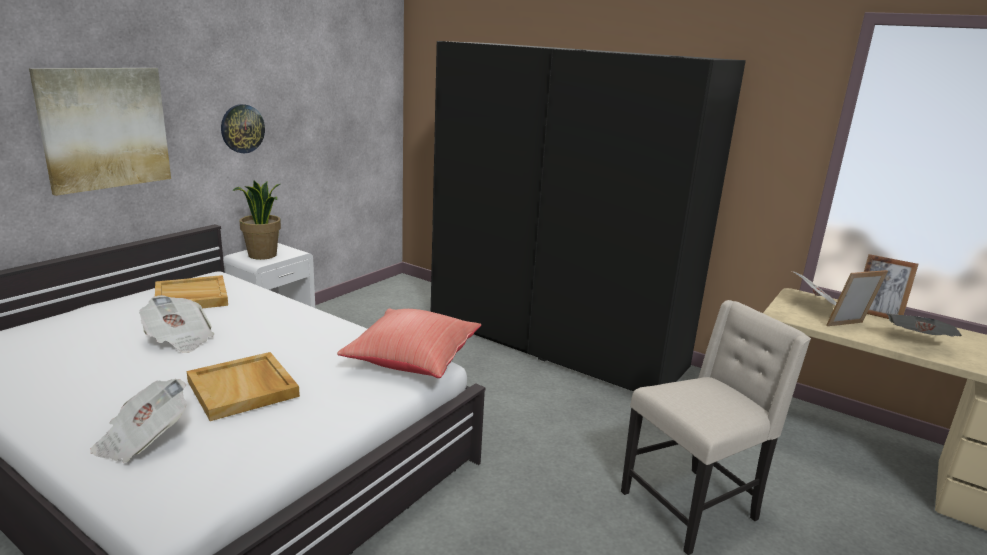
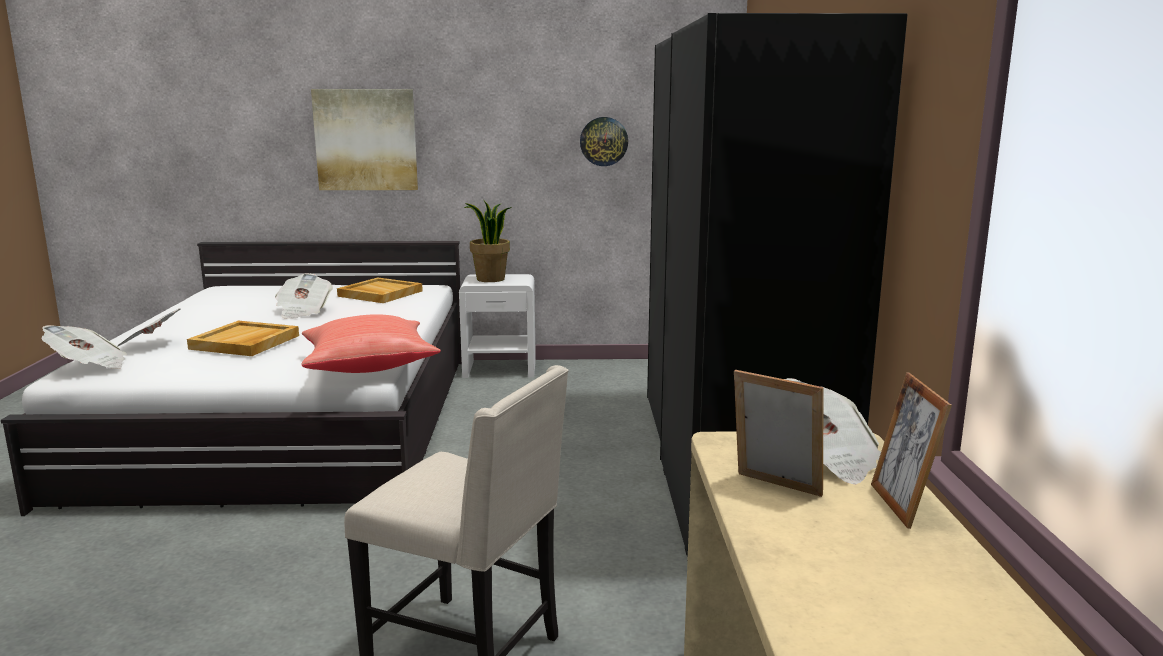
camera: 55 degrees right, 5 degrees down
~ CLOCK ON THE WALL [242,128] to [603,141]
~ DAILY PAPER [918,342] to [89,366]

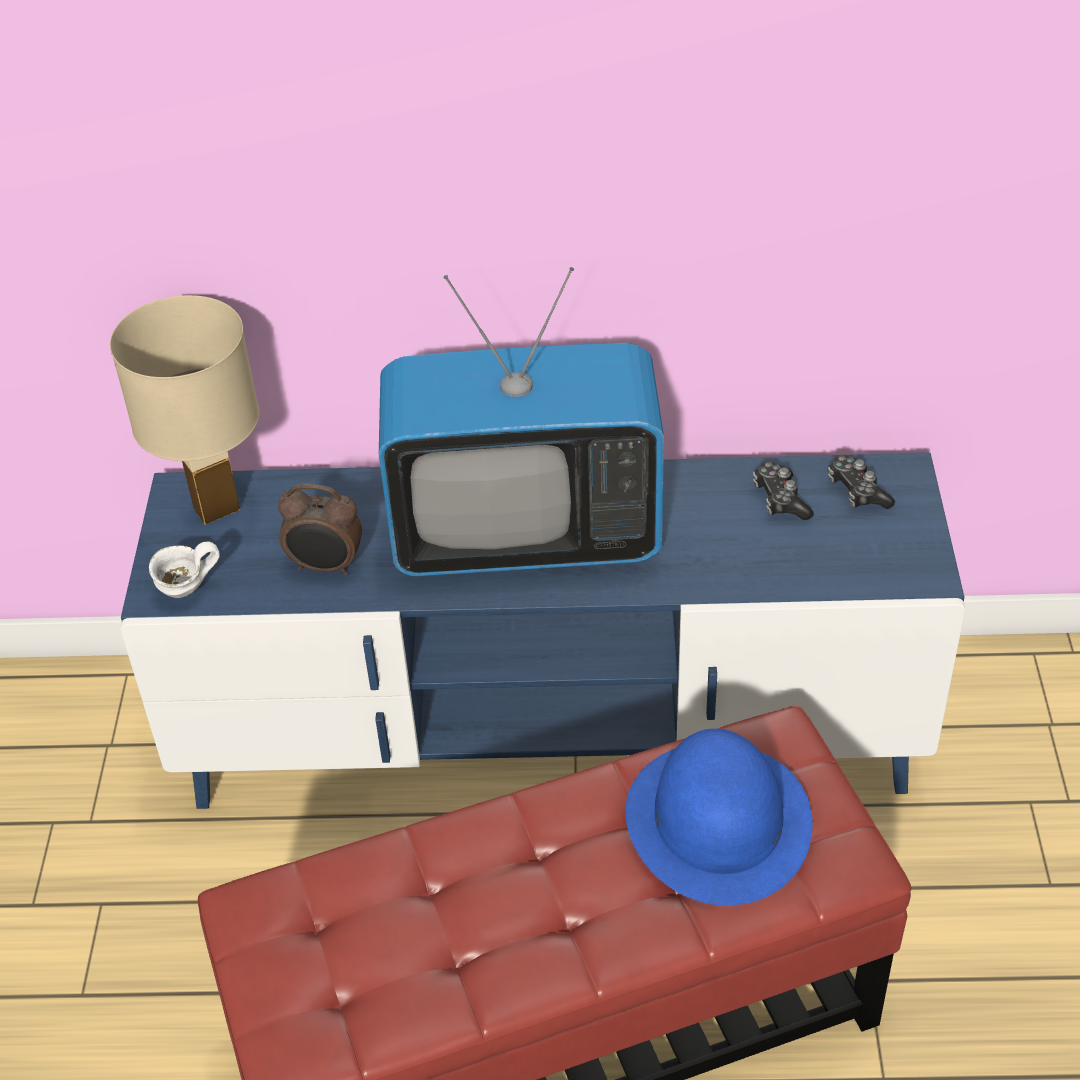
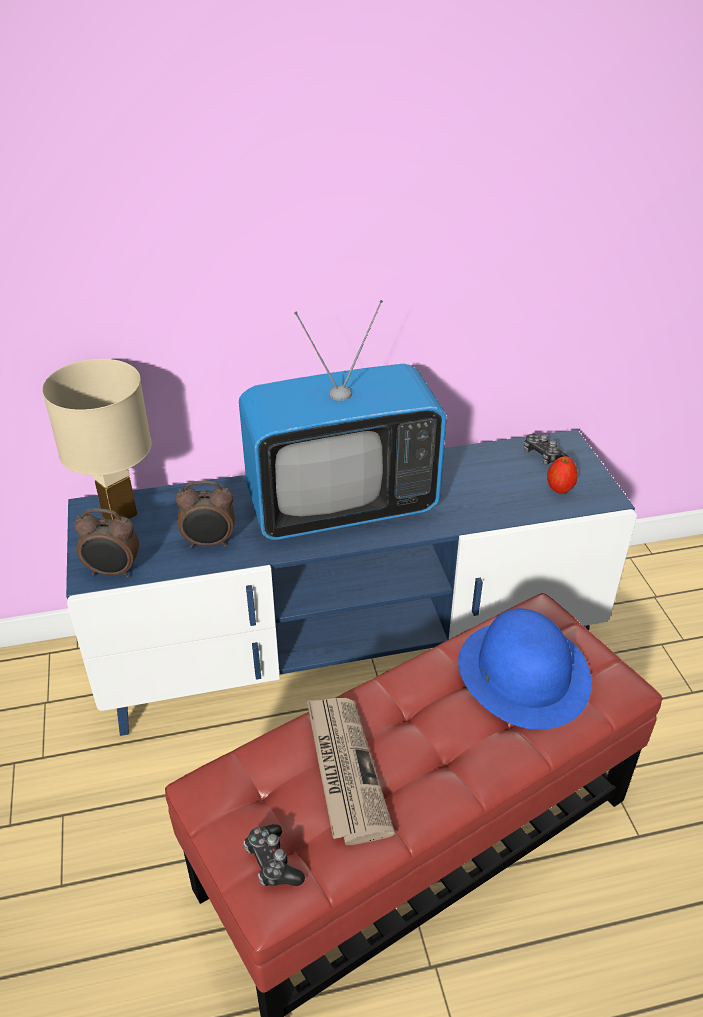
camera: 15 degrees left, 5 degrees down
+ DAILY PAPER [344,769]
+ APPLE FRUIT [560,488]
~ GAMEPAD [780,499] to [272,862]
~ WHITE MUG [188,591] to BEDSIDE CLOCK [113,572]

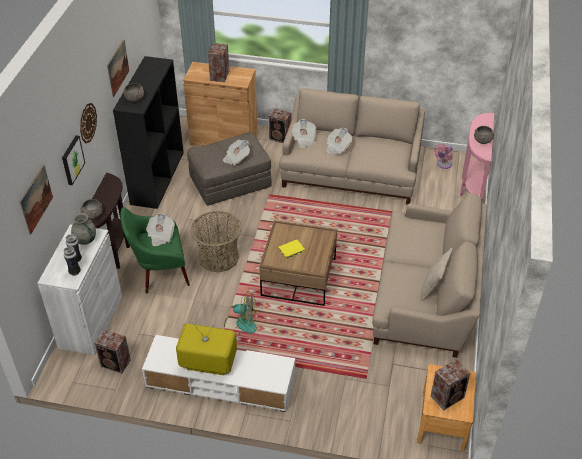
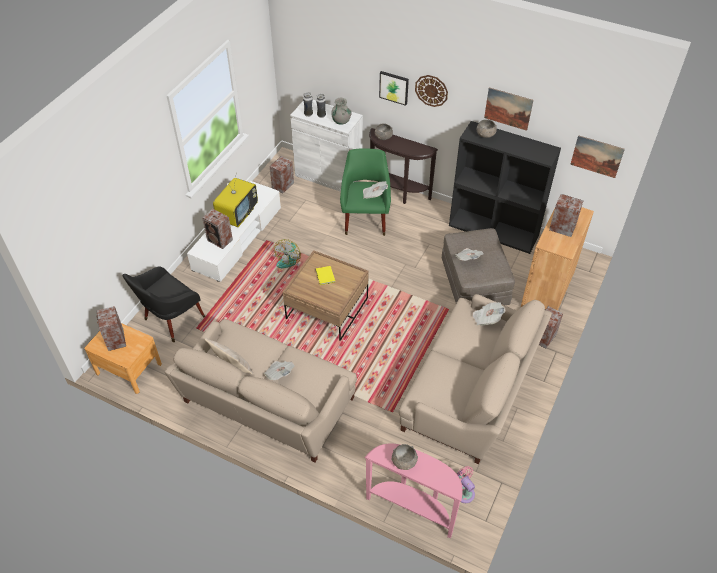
camera: 105 degrees right, 5 degrees up
- STORAGE BASKET [218,257]
+ BLACK-COLOURED ARMCHAIR [171,320]
+ AUDIO SPEAKER [220,240]
~ WALL PICTURE [36,199] to [597,156]
~ DAILY PAPER [337,147] to [279,374]

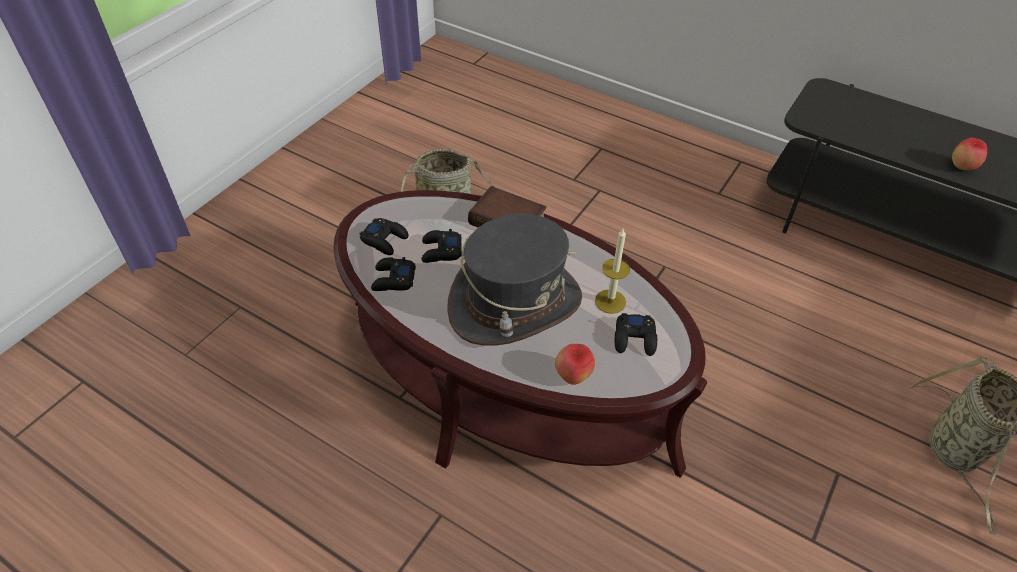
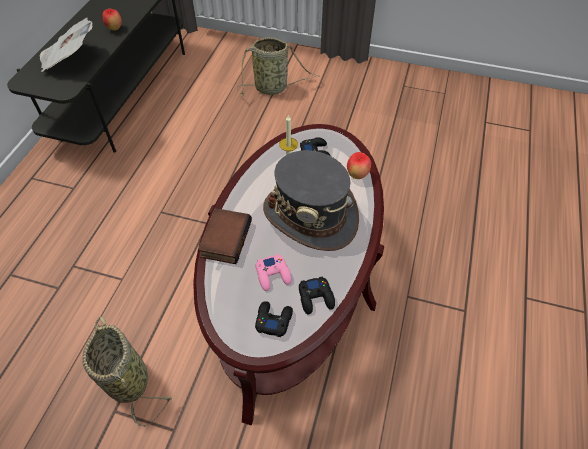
camera: 105 degrees left, 5 degrees up
+ DAILY PAPER [70,60]
~ BLACK-COLOURED GAMEPAD [441,251] to PINK-COLOURED GAMEPAD [273,275]

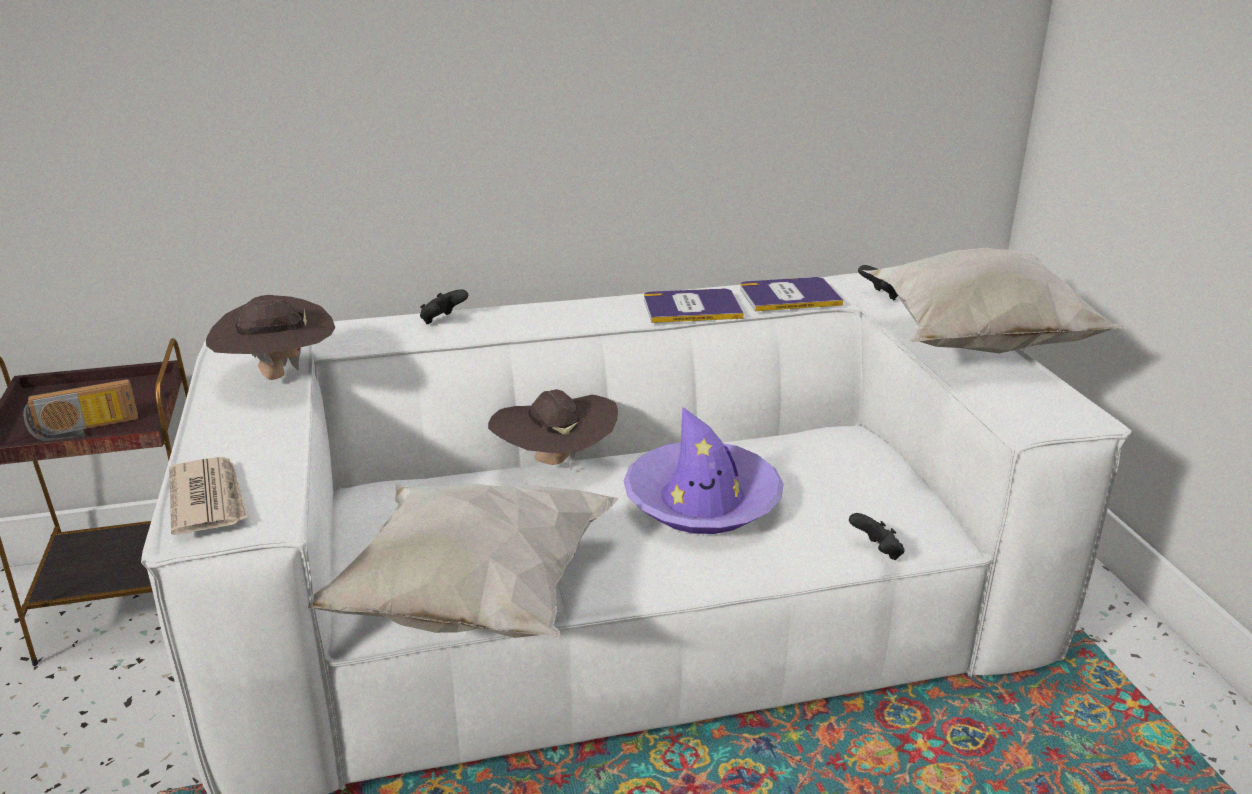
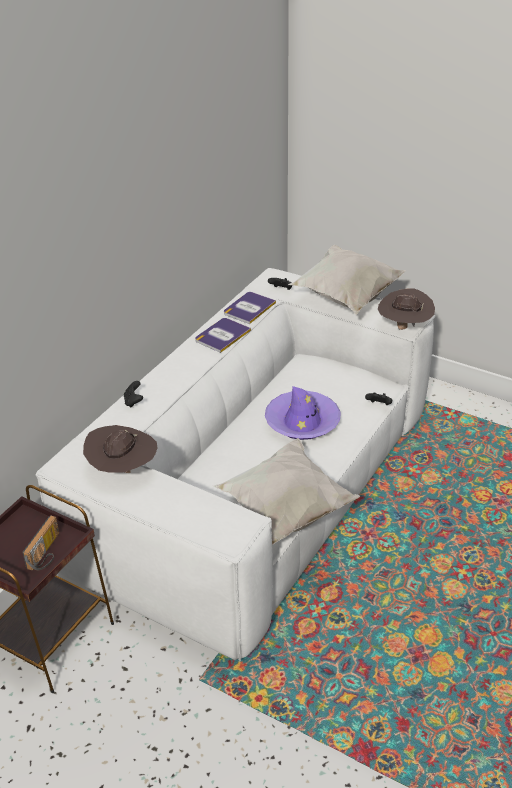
camera: 45 degrees left, 10 degrees up
- DAILY PAPER [208,499]
~ BROWN CLOTHING HAT [555,463] to [404,327]

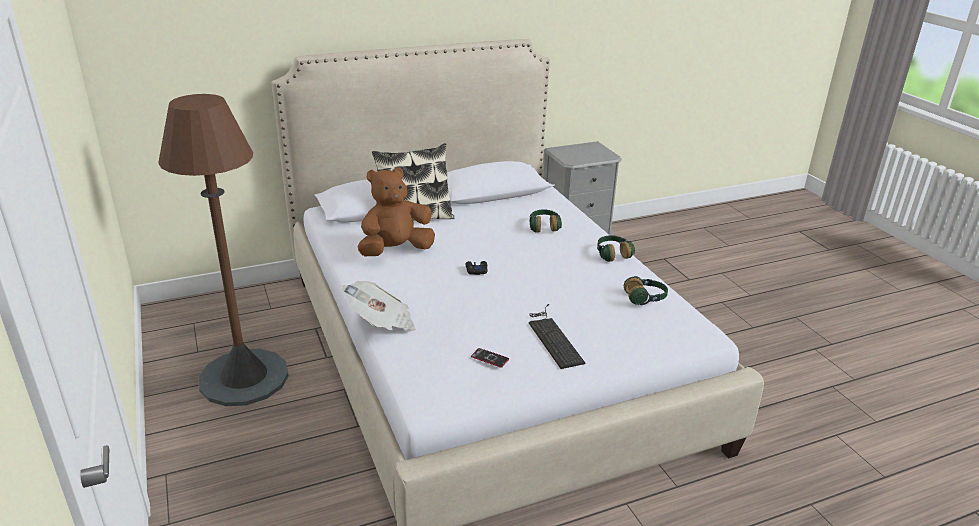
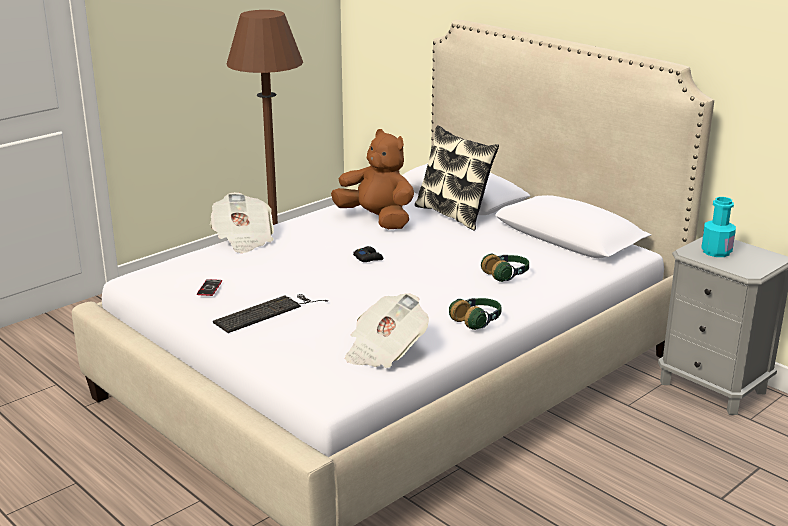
camera: 70 degrees right, 5 degrees down
+ TURQUOISE-COLOURED BEVERAGE BOTTLE [716,252]
~ HEADSET [645,299] to DAILY PAPER [384,351]

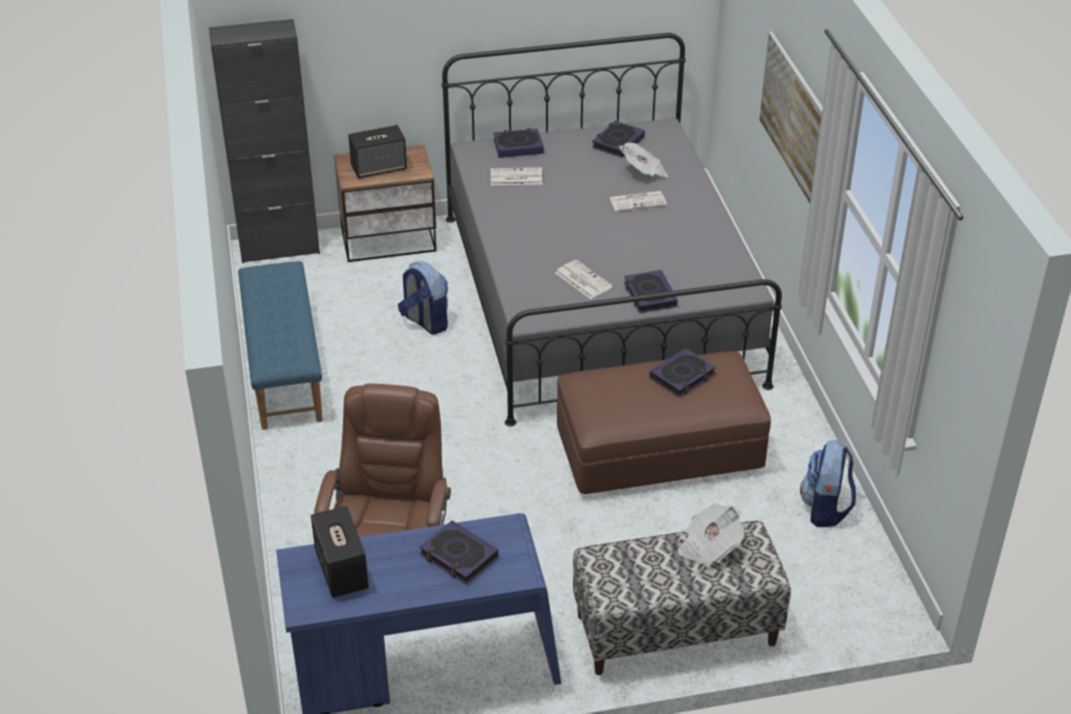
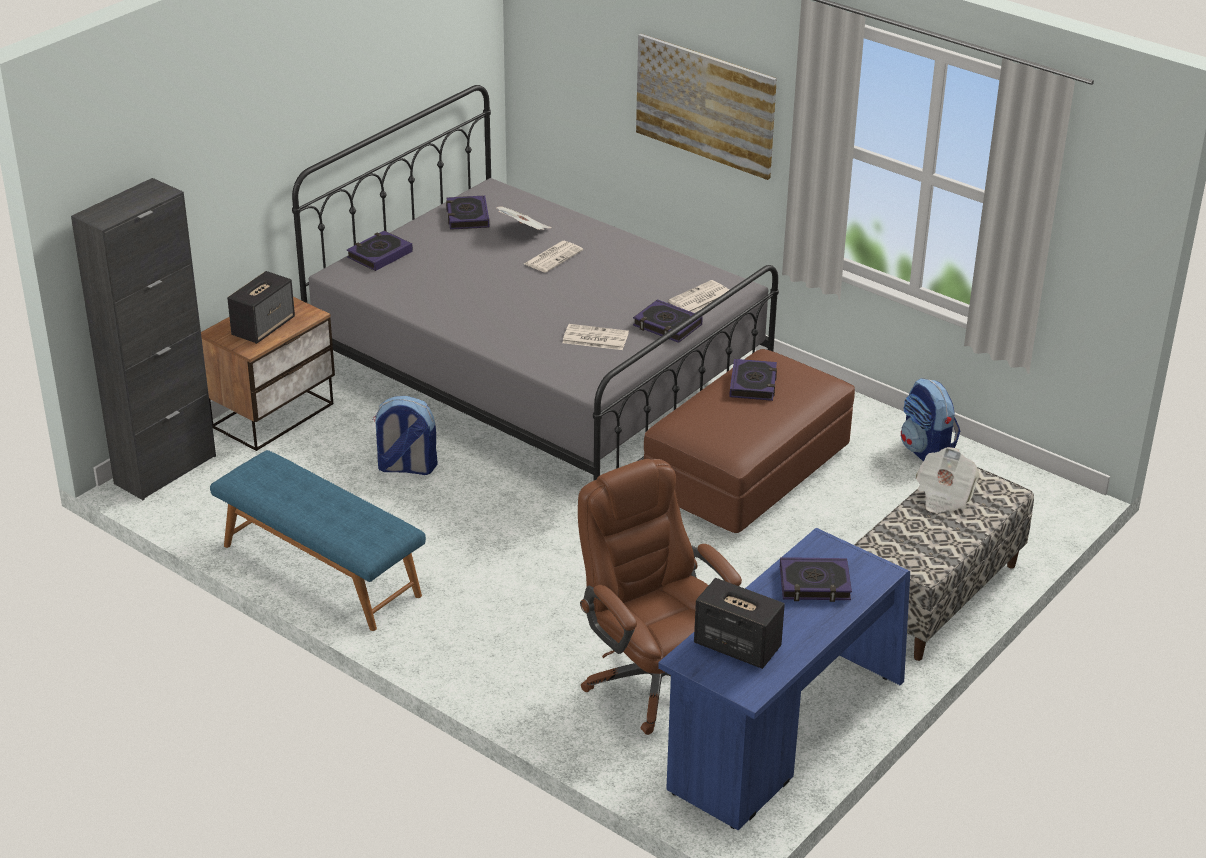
camera: 40 degrees left, 5 degrees down
~ DAILY PAPER [515,177] to [700,299]

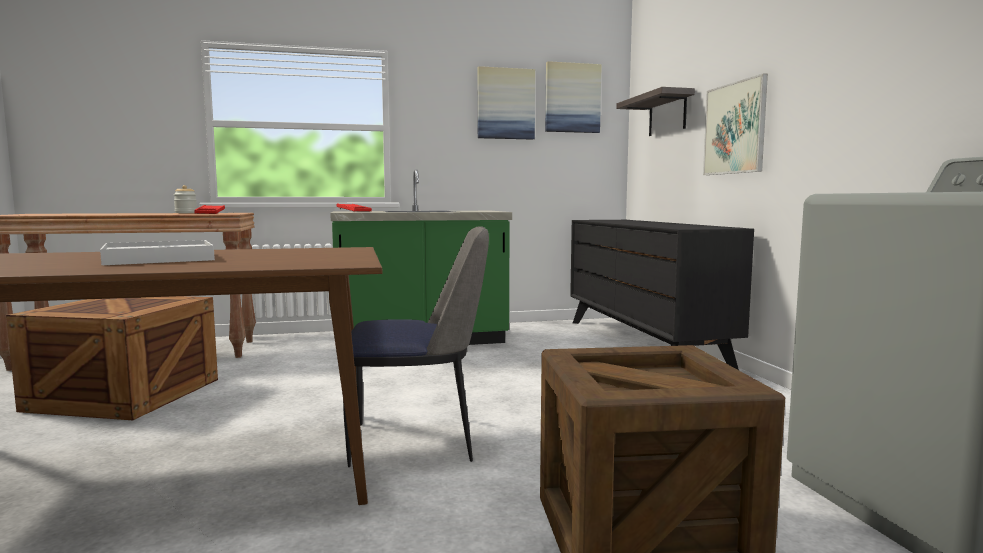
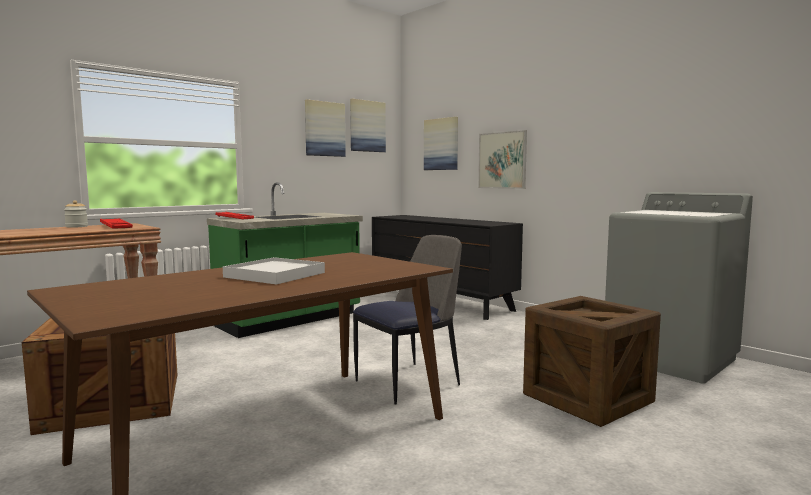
camera: 30 degrees left, 0 degrees up
~ BRACKET SHELF [667,114] to WALL PICTURE [441,144]

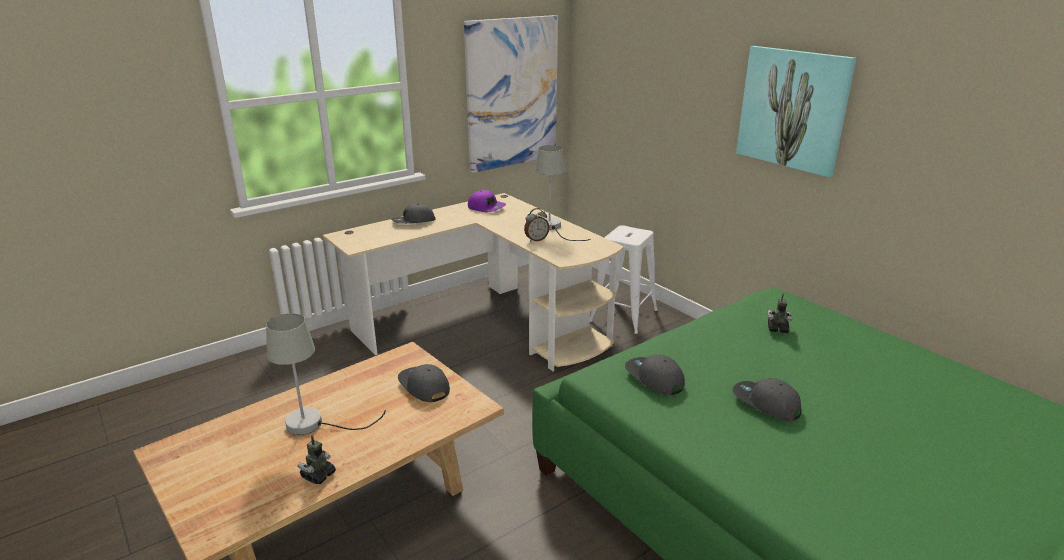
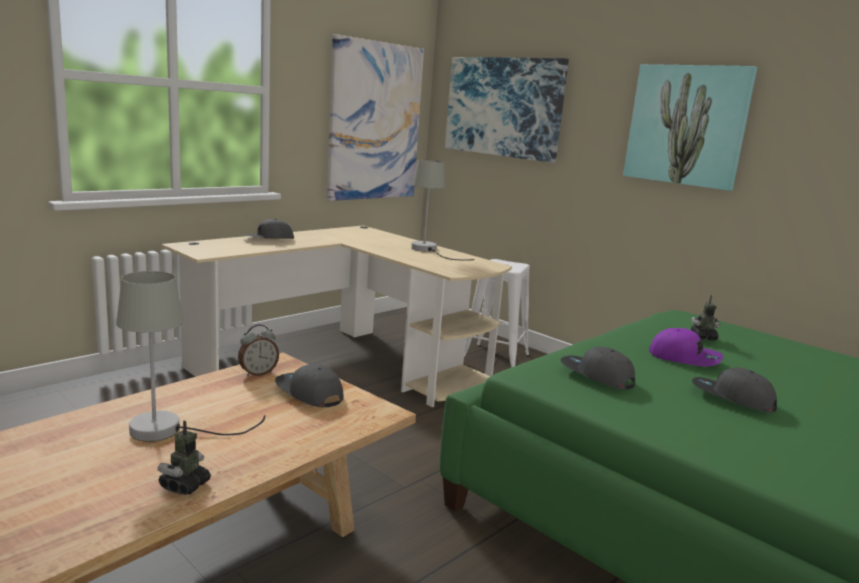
camera: 10 degrees left, 10 degrees down
+ WALL PICTURE [503,107]
~ PURPLE-COLOURED CAP [486,208] to [684,357]
~ BEDSIDE CLOCK [536,239] to [258,373]

